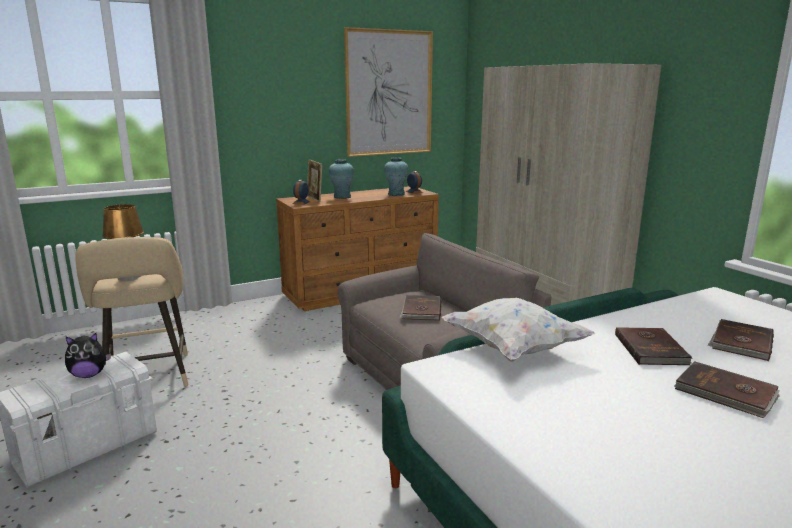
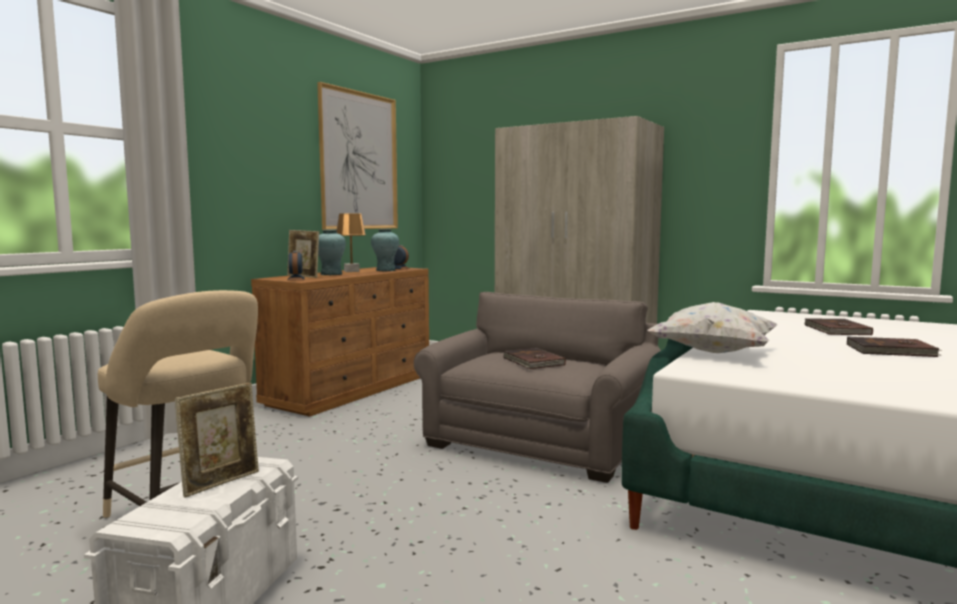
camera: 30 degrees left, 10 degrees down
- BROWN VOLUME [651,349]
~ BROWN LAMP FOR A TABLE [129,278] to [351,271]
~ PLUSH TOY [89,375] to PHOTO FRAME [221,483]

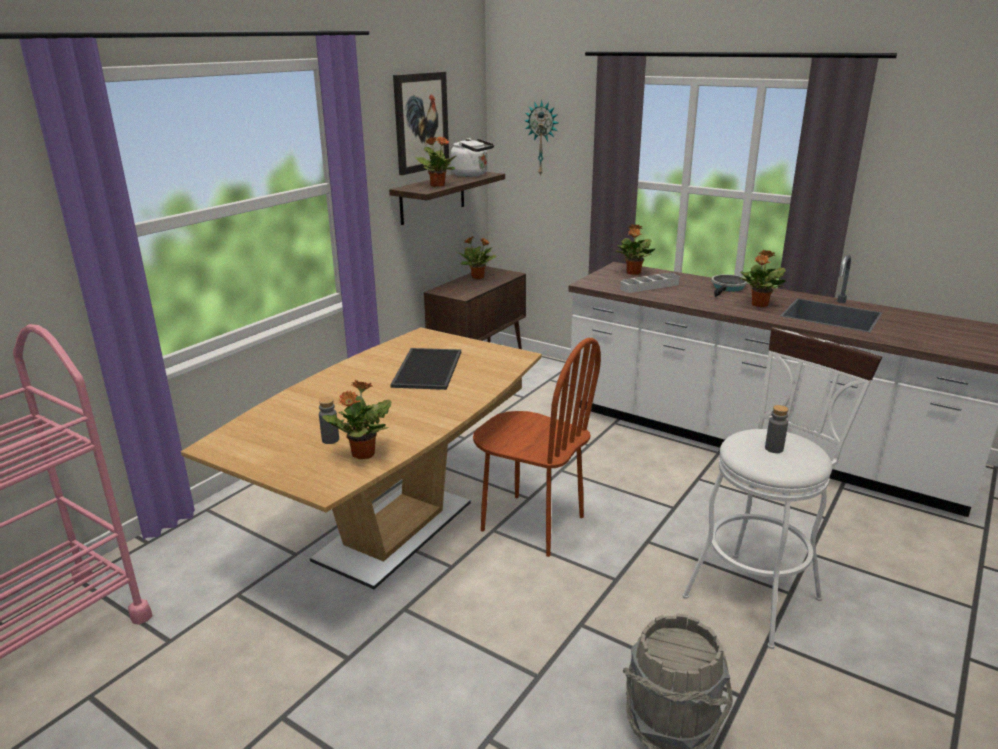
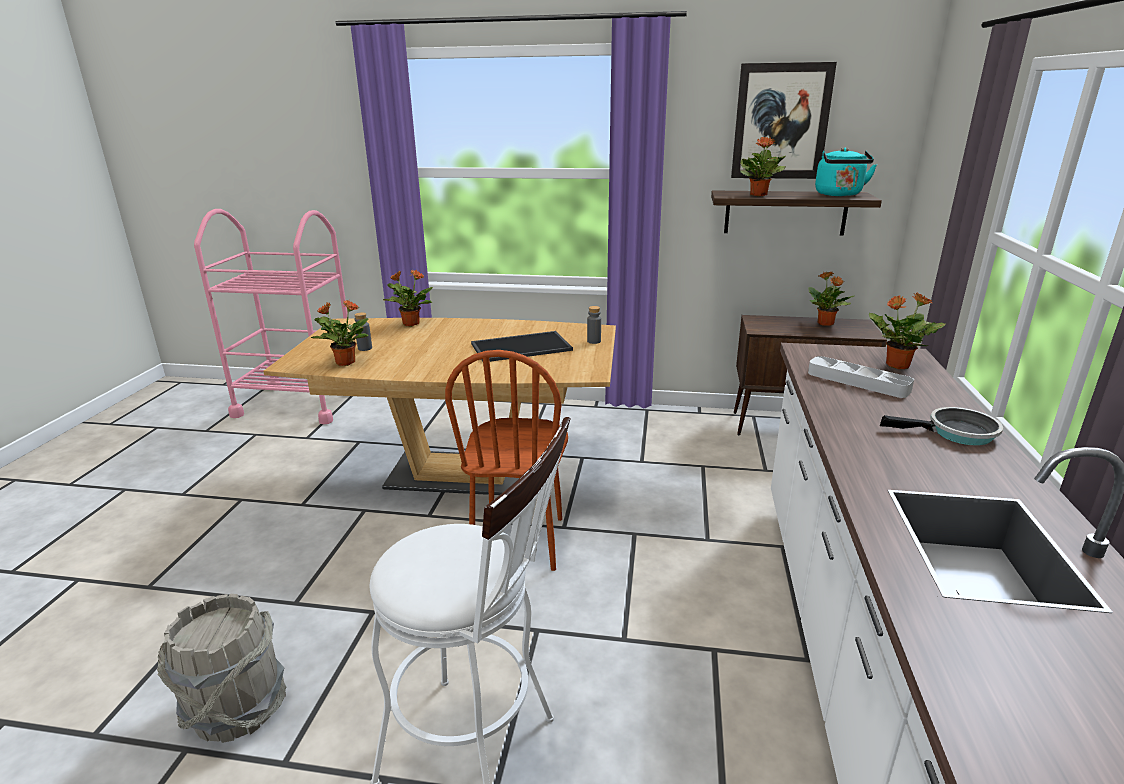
camera: 65 degrees right, 0 degrees up
- CLOCK ON THE WALL [542,138]
~ PLANT IN A POT [759,305] to [410,324]
~ GREY BEVERAGE BOTTLE [774,449] to [594,341]
~ WHITE WATER KETTLE [472,175] to TURQUOISE-COLOURED WATER KETTLE [839,195]

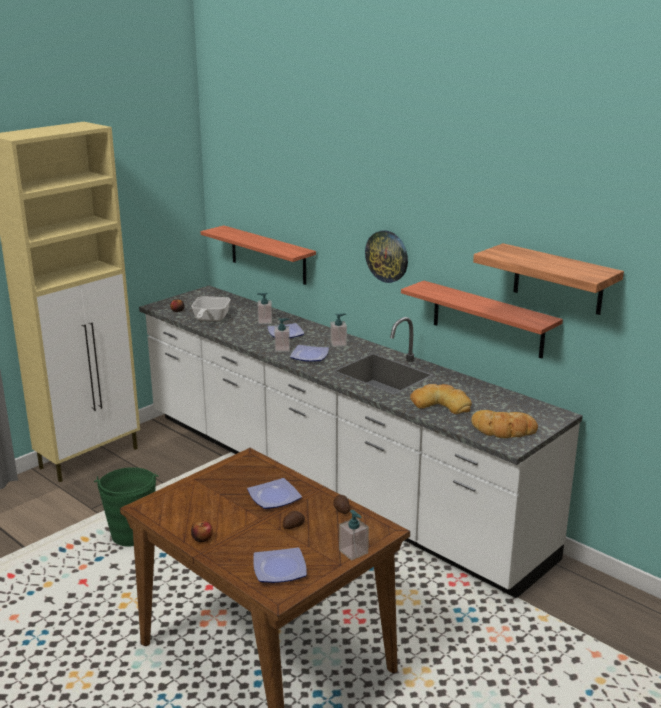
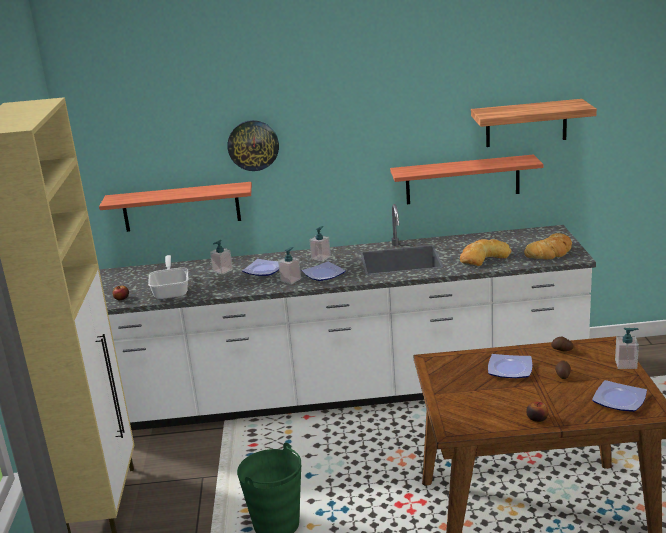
camera: 45 degrees left, 0 degrees up
~ CLOCK ON THE WALL [387,256] to [253,145]
~ SKILLET [209,319] = [172,290] 150 degrees counterclockwise

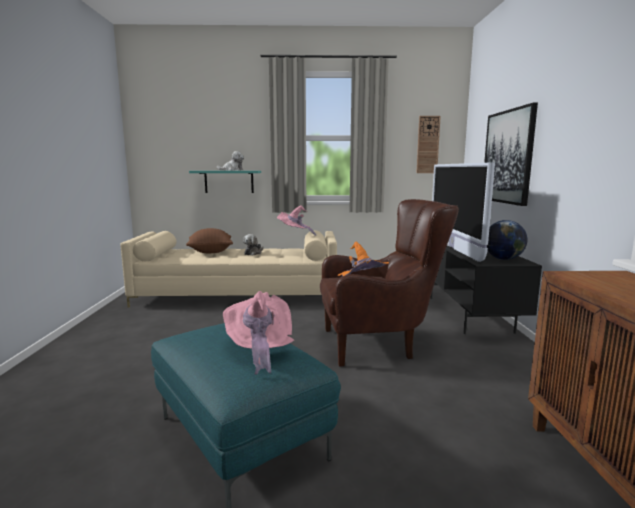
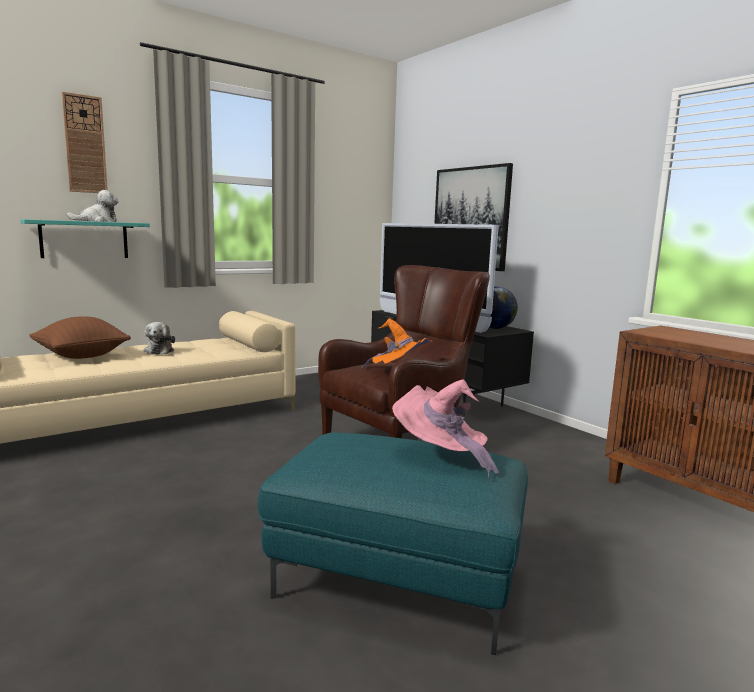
camera: 35 degrees left, 0 degrees up
- PINK-COLOURED CLOTHING HAT [295,234]
~ CLOCK ON THE WALL [428,144] to [85,144]

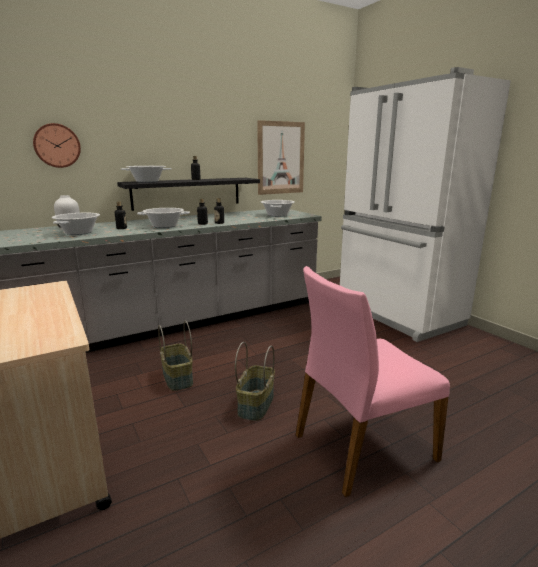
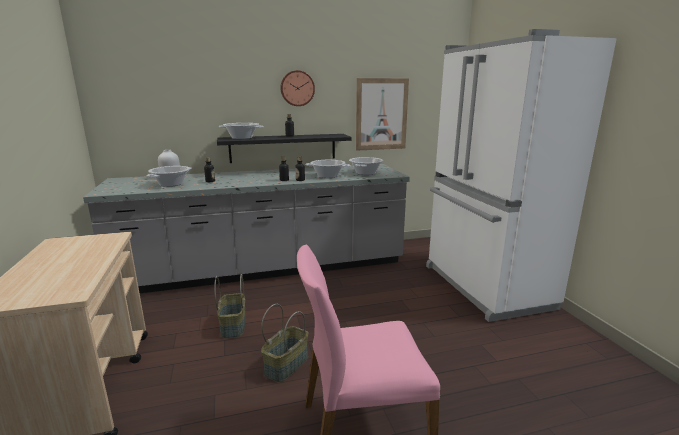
camera: 15 degrees right, 0 degrees up
~ CLOCK ON THE WALL [57,145] to [297,88]
~ SAUCEPOT [164,226] to [327,176]

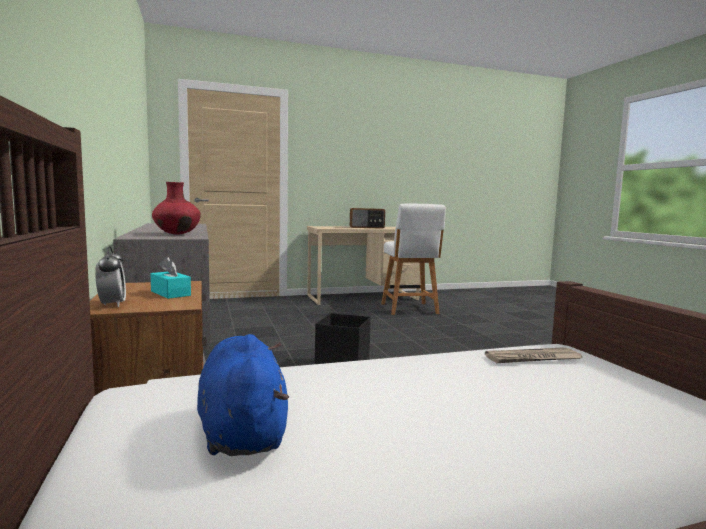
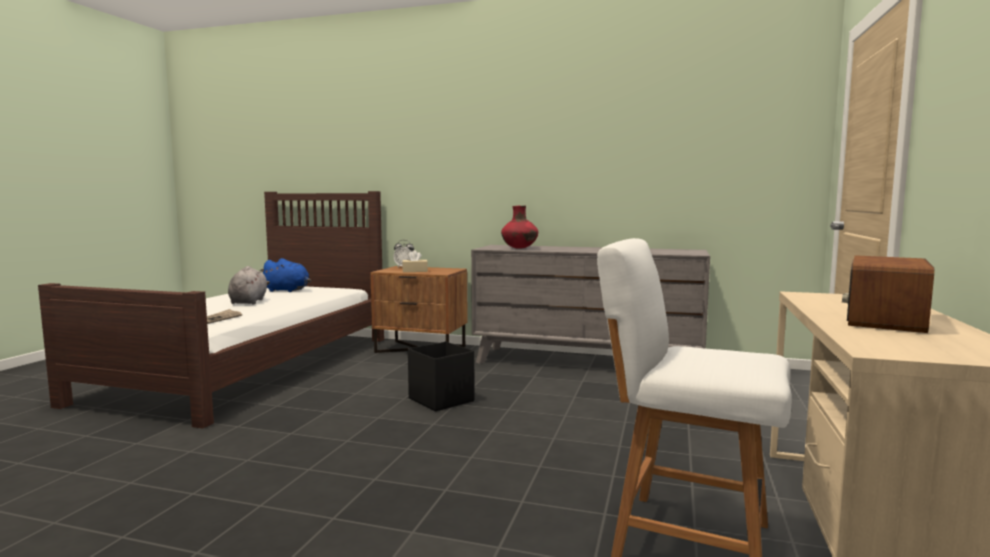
camera: 125 degrees right, 0 degrees up
+ GREY PLUSH TOY [249,302]
~ TURQUOISE-COLOURED BOX OF TISSUES [170,293] to BEIGE BOX OF TISSUES [415,271]

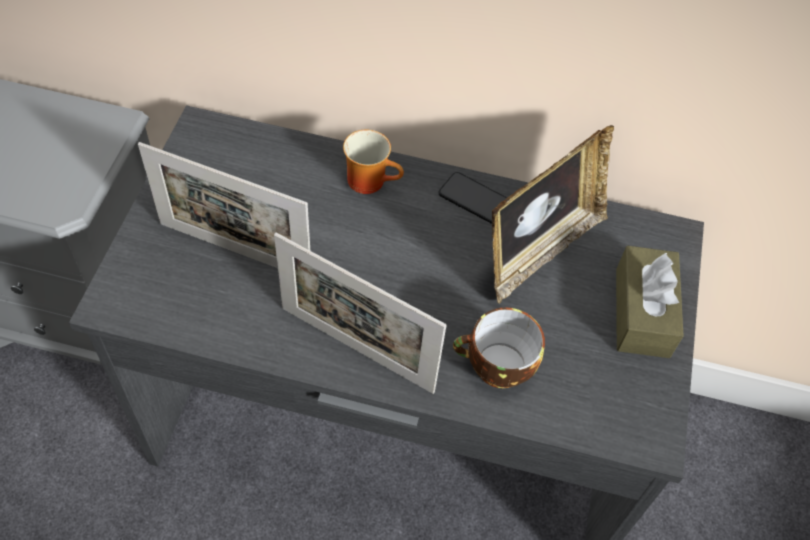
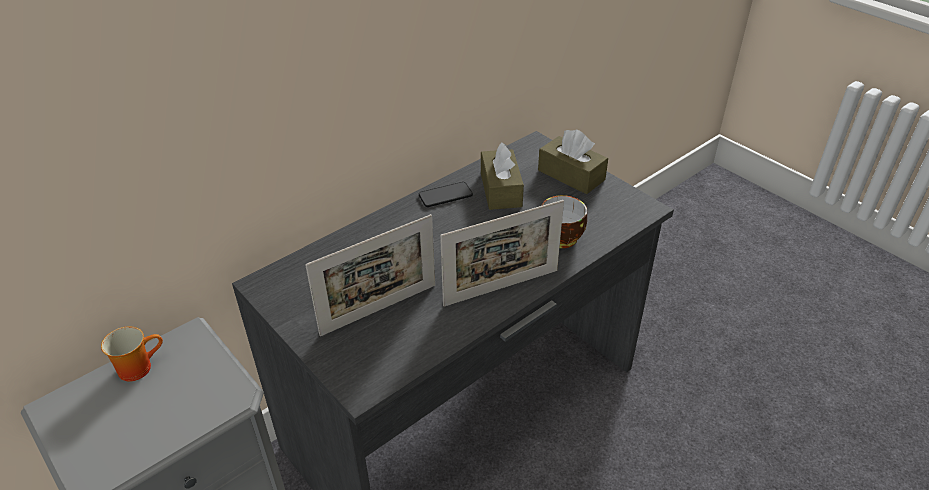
camera: 50 degrees left, 15 degrees down
~ MUG [371,179] to [138,366]
~ PHOTO FRAME [539,250] to BROWN BOX OF TISSUES [501,190]

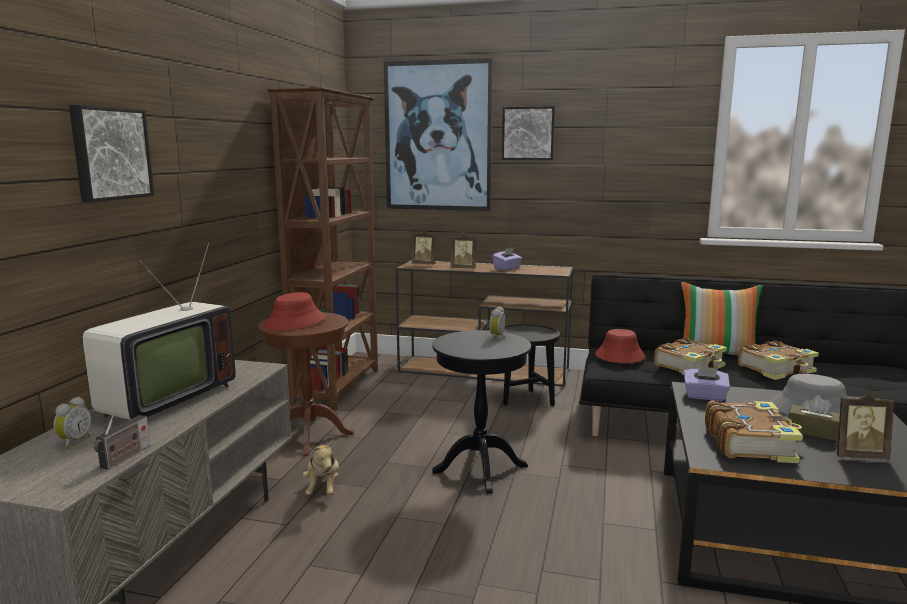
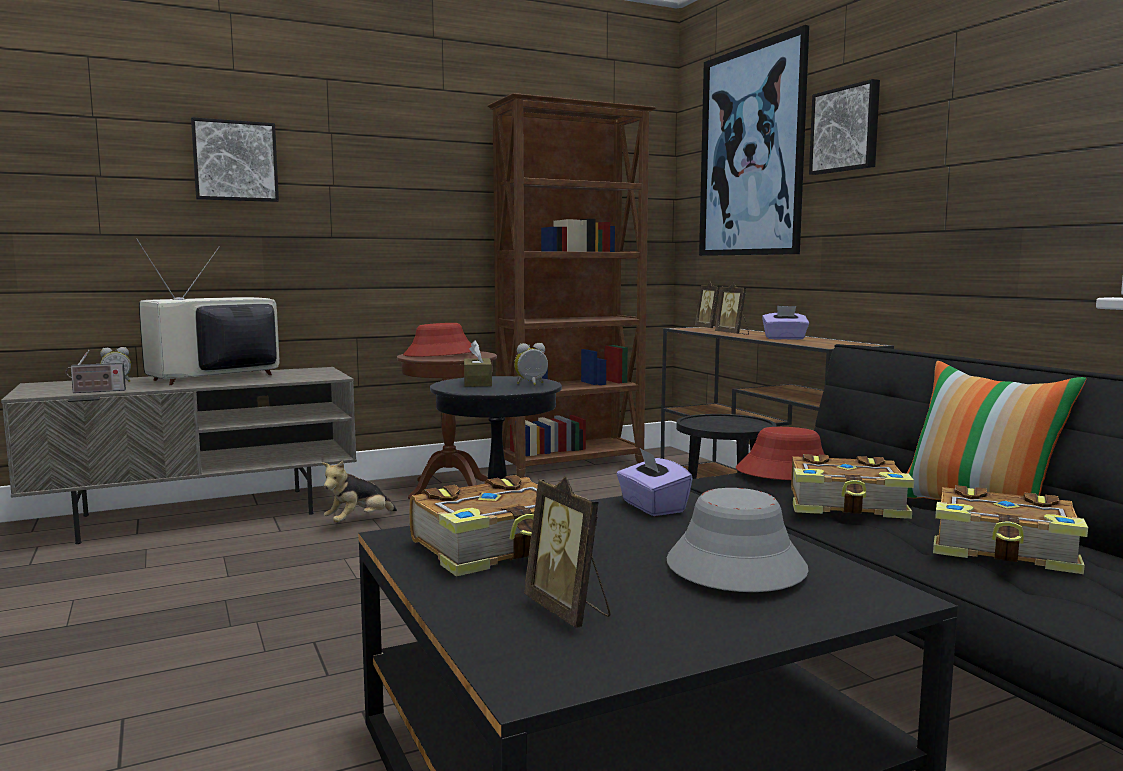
camera: 50 degrees right, 5 degrees down
~ BROWN BOX OF TISSUES [813,431] to [477,383]
~ TELEVISION [163,400] = [218,378] 150 degrees clockwise

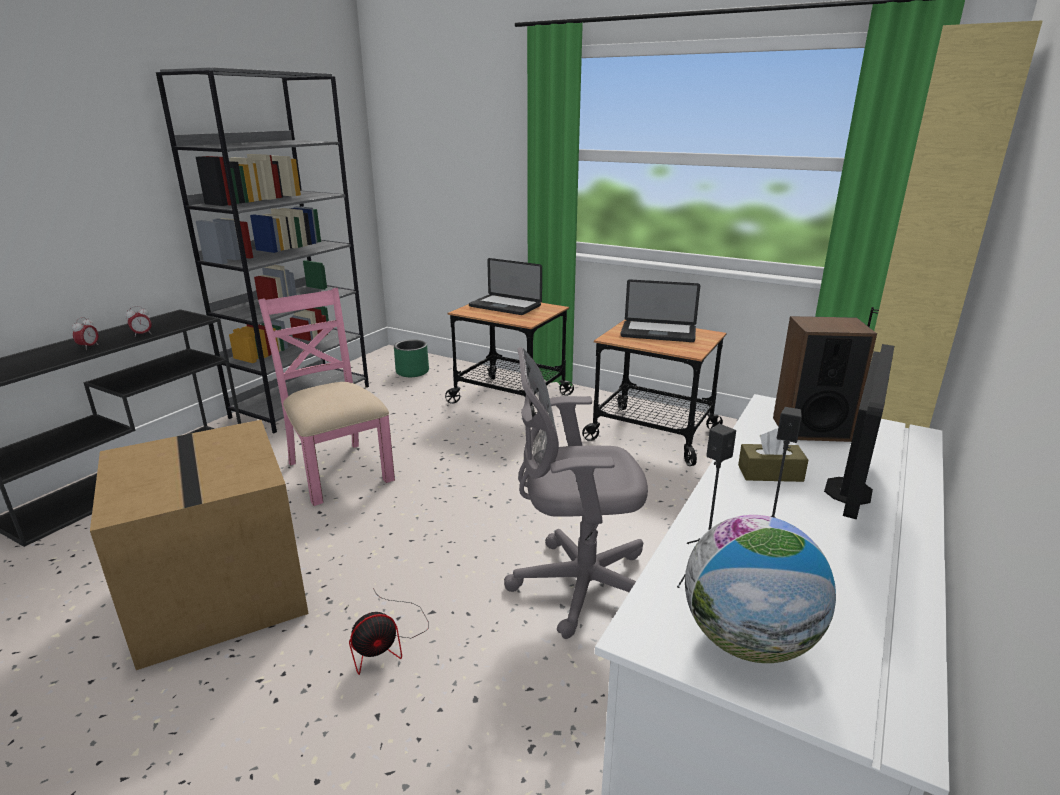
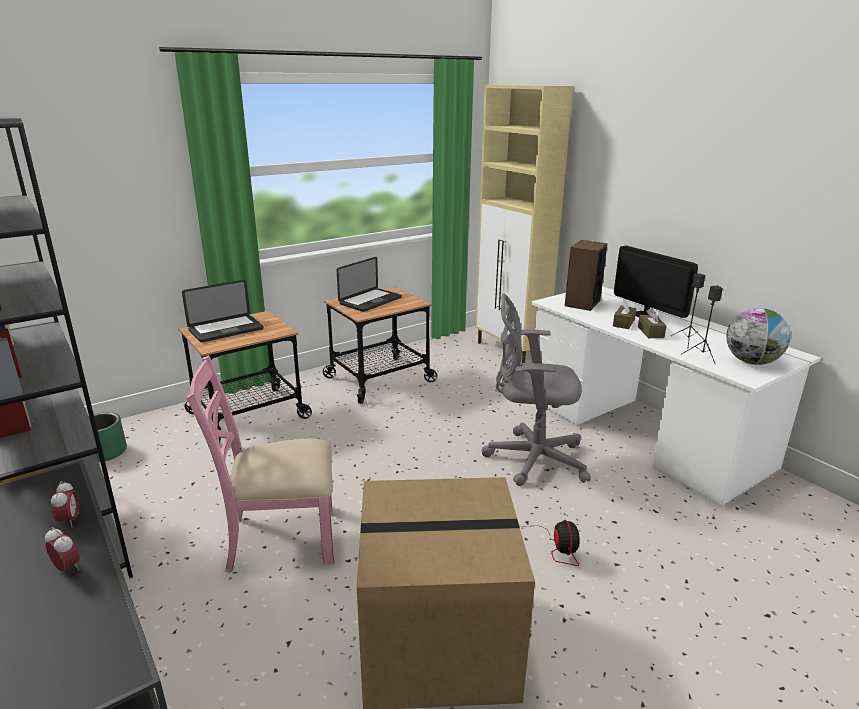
camera: 65 degrees left, 0 degrees up
+ BROWN BOX OF TISSUES [650,332]
~ GREY OFFICE CHAIR [577,586] = [531,458] 75 degrees clockwise

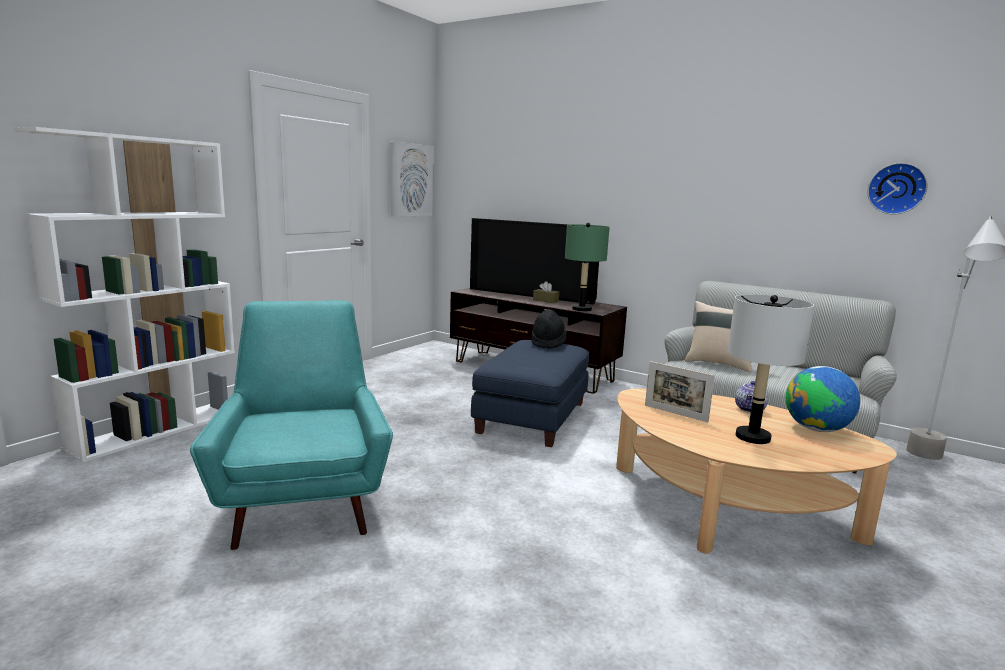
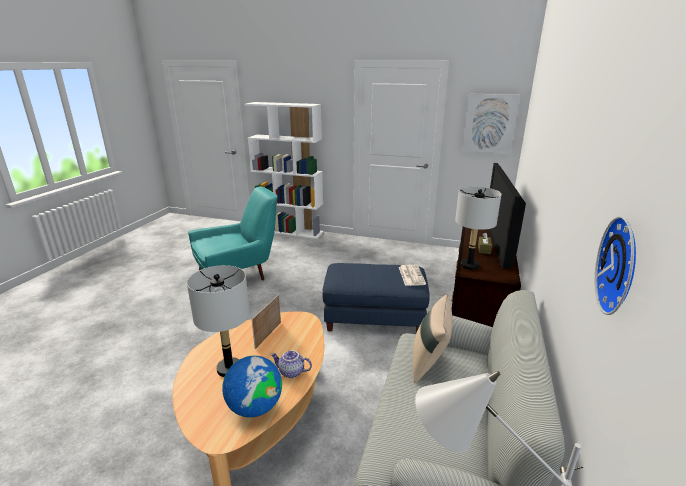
camera: 75 degrees right, 10 degrees up
~ BLACK-COLOURED CLOTHING HAT [548,343] to DAILY PAPER [411,275]
~ GREENISH LAMP FOR A TABLE [582,309] to GREY LAMP FOR A TABLE [469,266]

